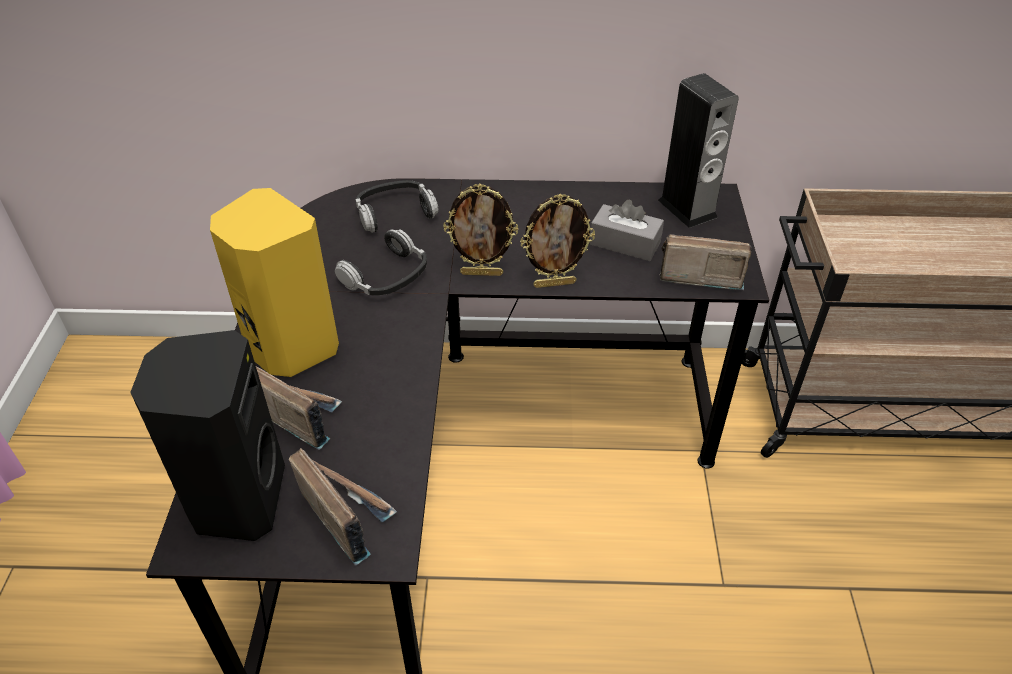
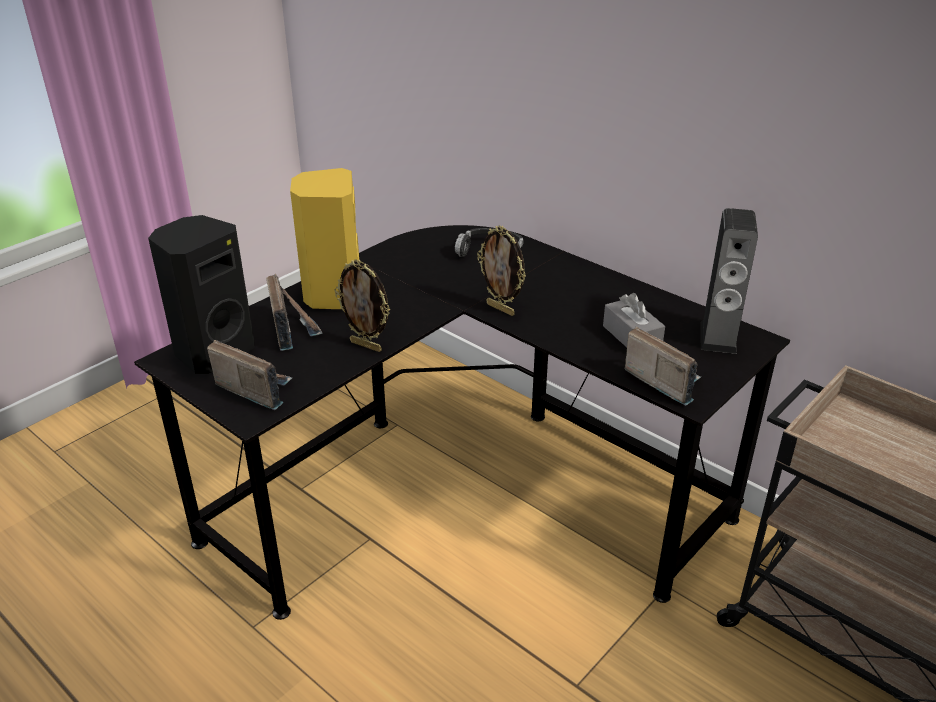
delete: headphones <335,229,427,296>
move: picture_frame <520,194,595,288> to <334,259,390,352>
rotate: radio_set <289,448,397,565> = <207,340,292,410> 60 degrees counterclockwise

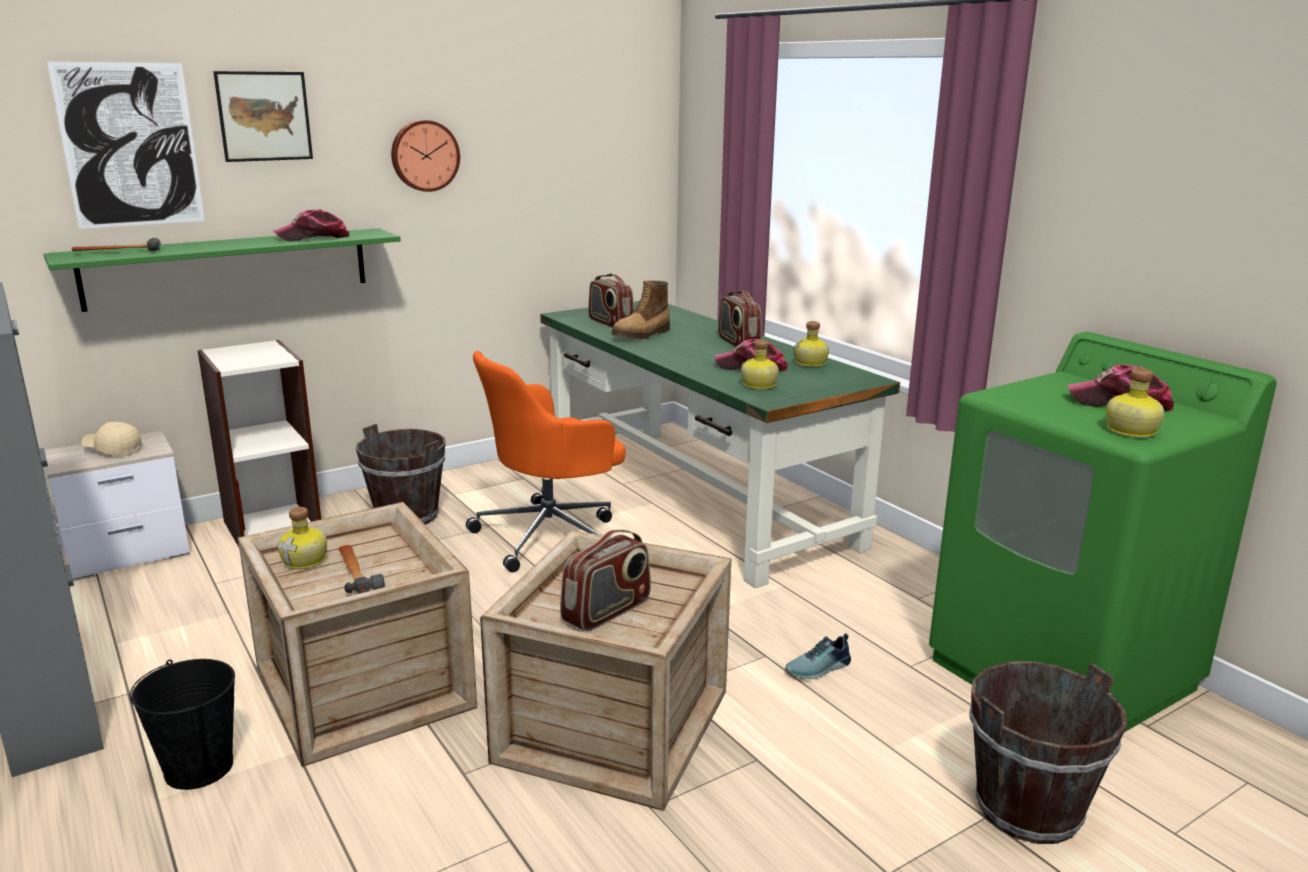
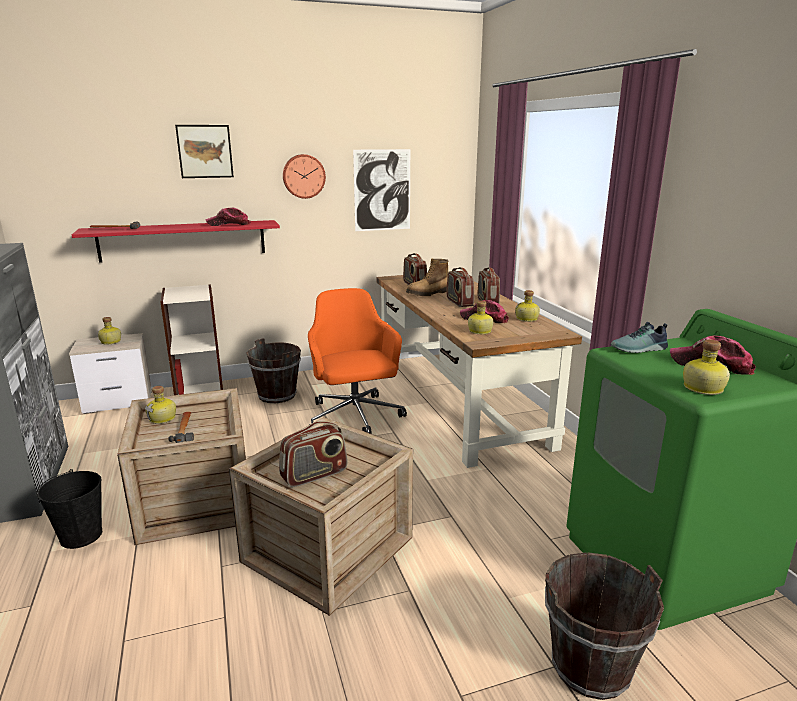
insert: radio_set <446,267,474,307>
move: wall_picture <47,62,205,229> to <353,149,410,231>; shoe <785,633,851,679> to <610,322,668,353>
replace: sand-coloured_cap <81,422,142,456> to beverage_bottle <98,317,121,344>
recolor: green_shelf <44,228,401,312> to red-coloured_shelf <72,220,280,263>; green_desk_unit <540,301,900,588> to brown_desk_unit <376,271,582,468>
rotate: orange_desk_chair <466,351,626,572> = <308,288,407,434> 90 degrees clockwise

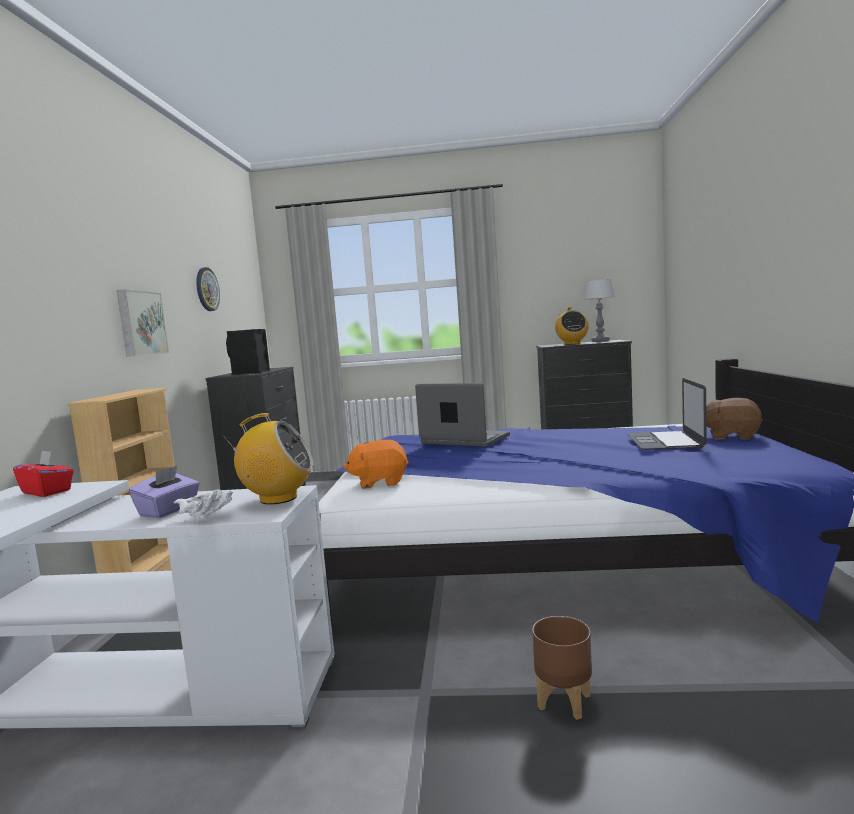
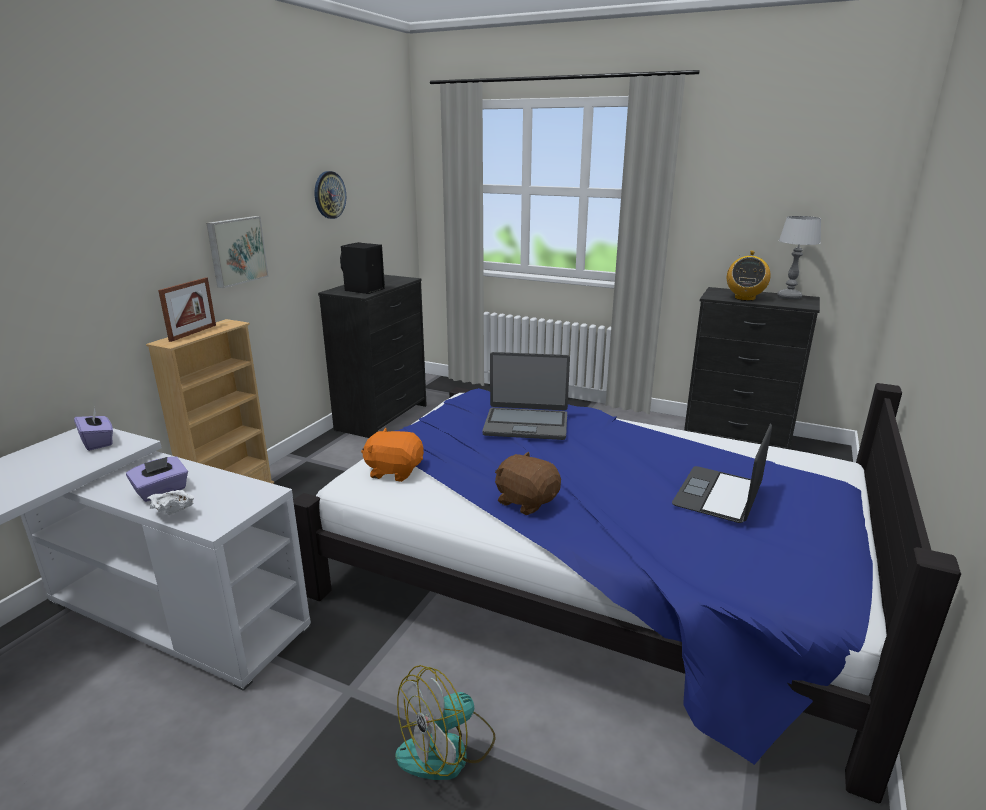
delete: radio_set <223,413,313,505>
insert: picture_frame <158,278,216,342>
move: brown_soft_toy <706,398,763,439> to <495,452,561,515>
replace: brown_plant_pot <532,616,592,720> to fan <395,665,495,780>
recolor: red-coloured_tissue_box <13,450,74,497> to purple_tissue_box <74,407,113,451>
rotate: laptop <415,383,510,447> = <482,352,570,440> 135 degrees clockwise

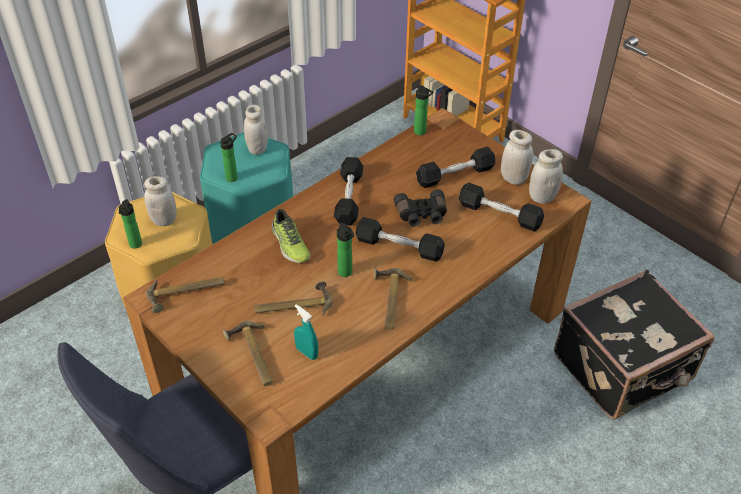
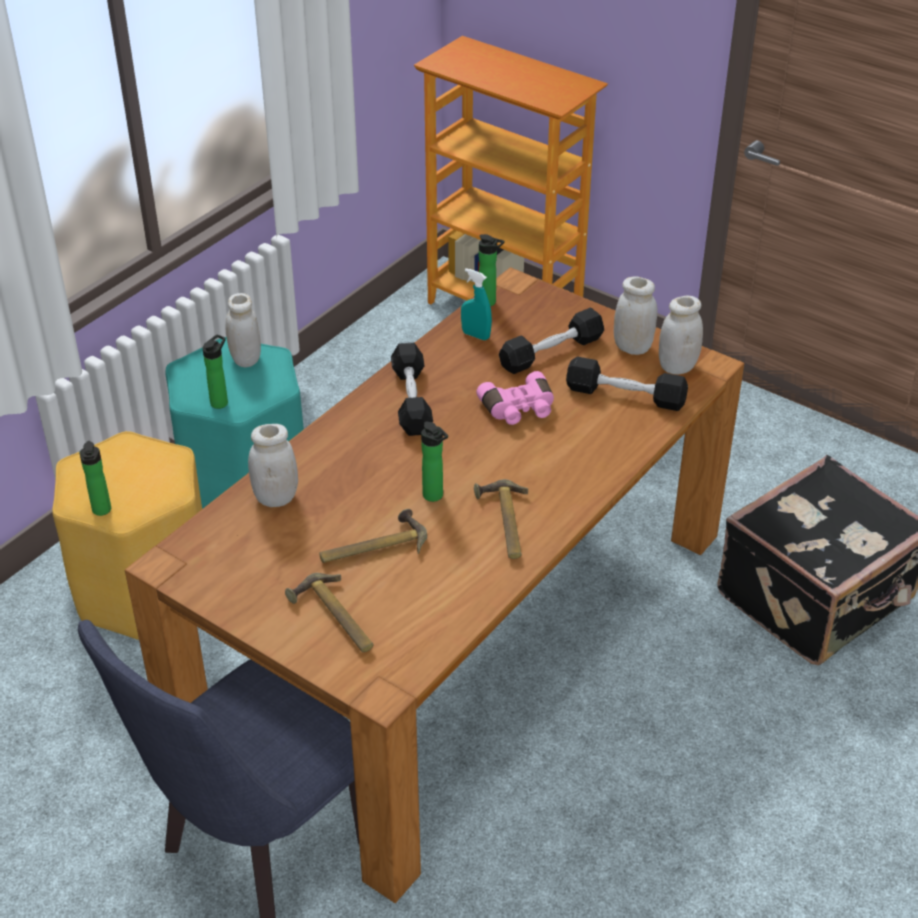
delete: hand_hammer <146,276,224,313>; shoe <272,209,311,263>; black-coloured_free_weight <356,217,445,261>
move: whitish_storage_jar <144,176,177,226> to <248,424,298,507>; turquoise_hand_sprayer <294,304,318,360> to <461,268,492,340>
recolor: black-coloured_pair_of_binoculars <394,189,447,227> to pink-coloured_pair_of_binoculars <476,371,554,425>

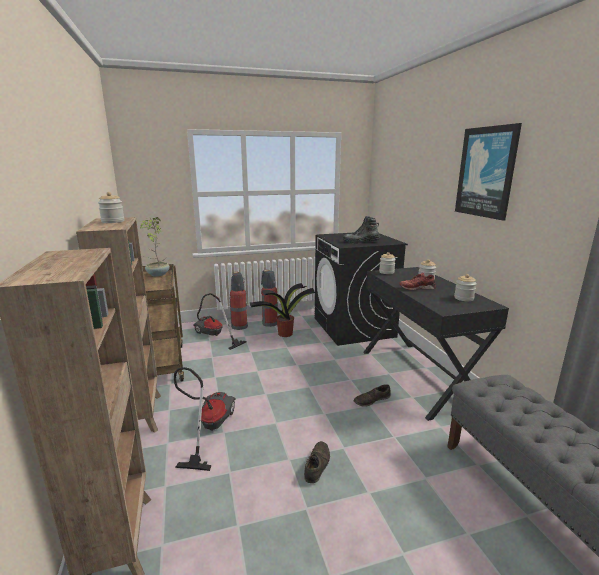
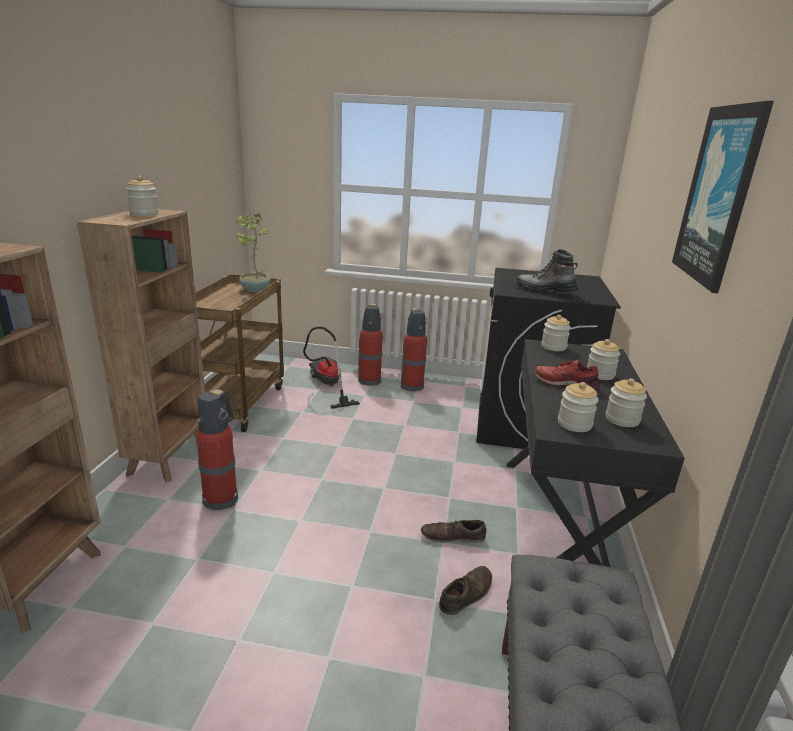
delete: plant_in_a_pot <250,283,316,337>
insert: storage_jar <558,382,598,432>
move: brown_shoe <304,441,330,483> to <439,566,492,615>
replace: hoover <174,367,236,471> to fire-fighting_cylinder <196,389,238,510>

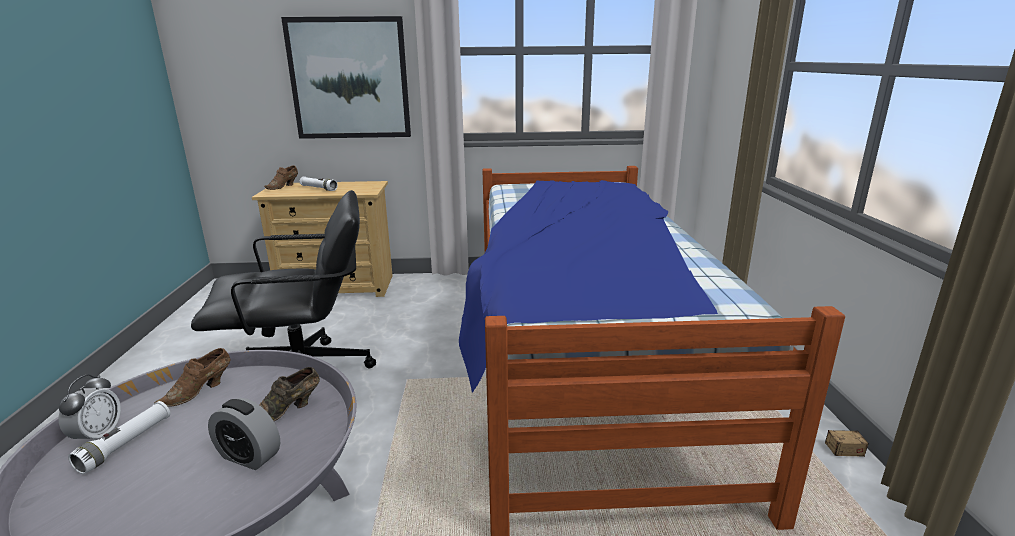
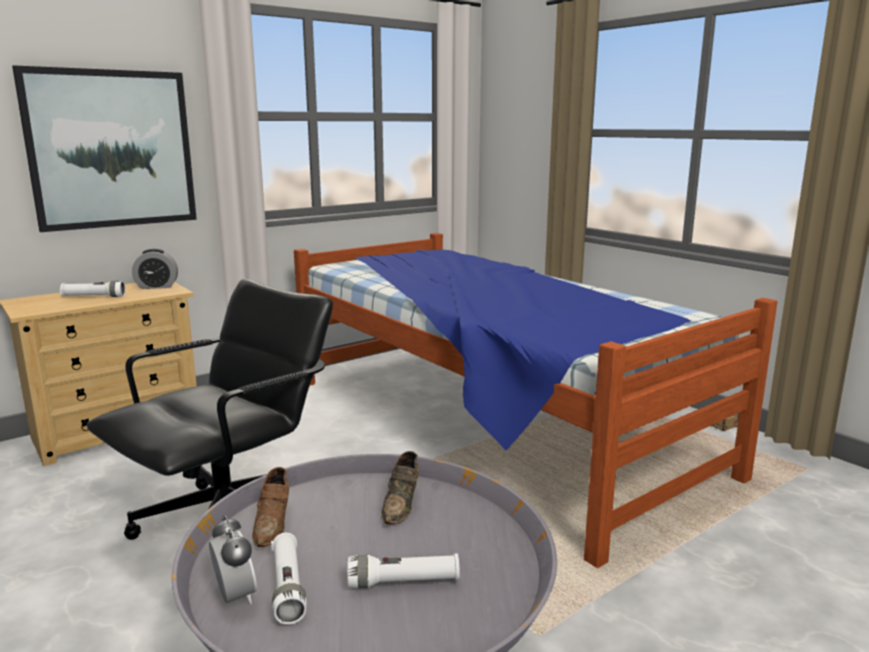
delete: brown_shoe <264,165,298,190>
insert: whitish_flashlight <348,553,460,588>
move: table_clock <208,398,280,470> to <132,249,178,289>

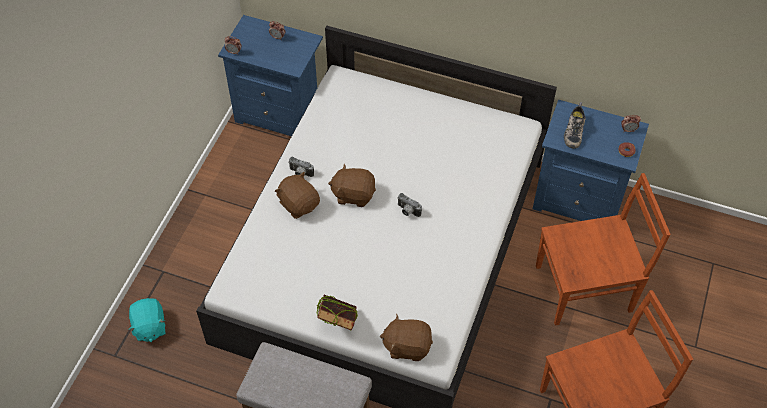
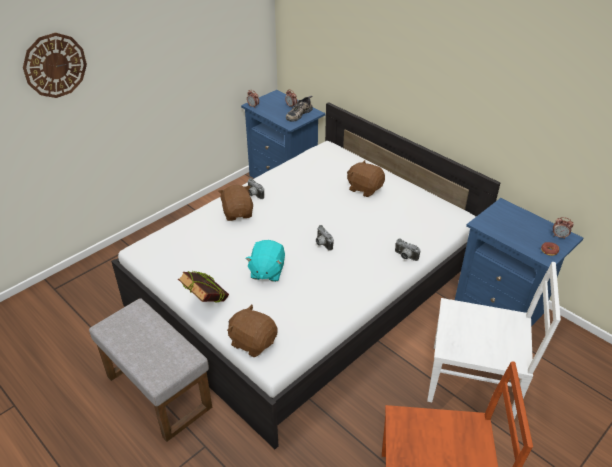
insert: clock_on_the_wall <23,33,87,98>; still_camera <395,238,420,261>
move: turquoise_soft_toy <128,298,165,342> to <245,240,285,282>; shoe <564,102,586,149> to <286,96,313,122>; brown_soft_toy <328,164,376,207> to <347,160,385,197>
recolor: brown_upright_chair <536,173,670,325> to whitish_upright_chair <427,262,561,419>

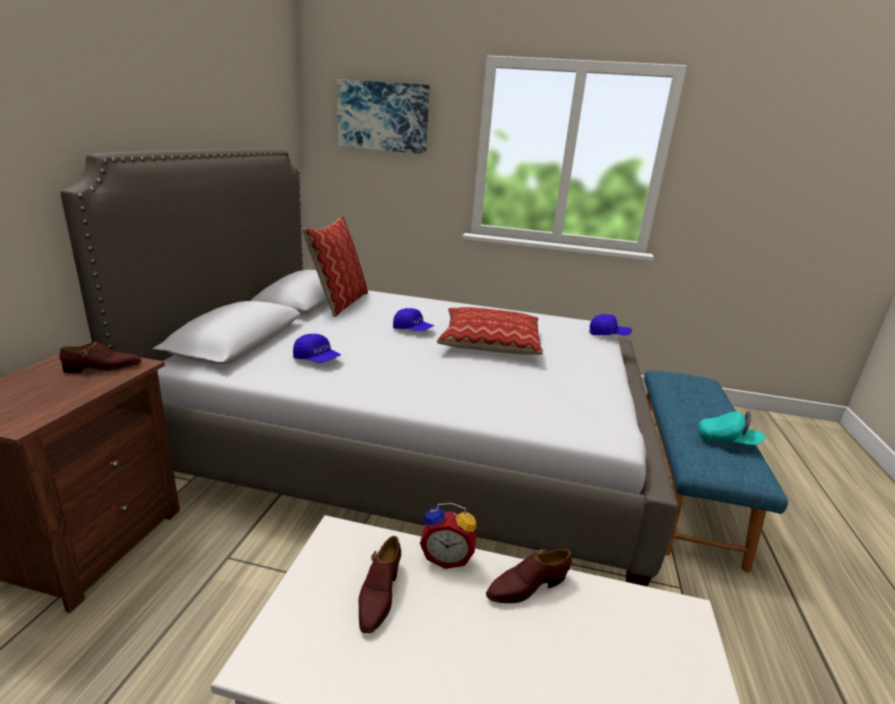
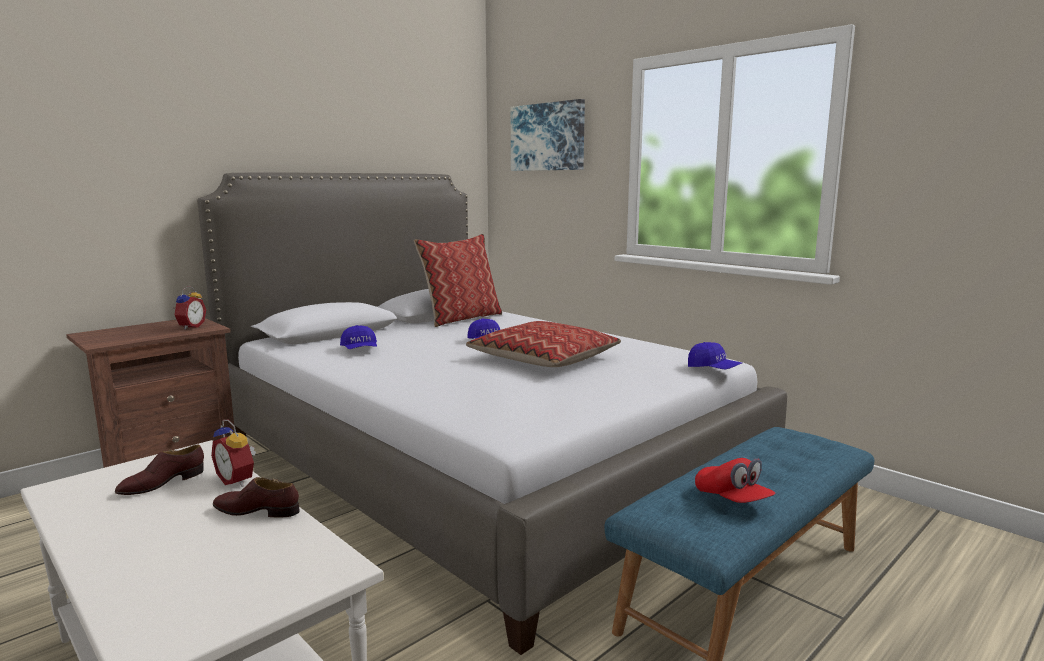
replace: brown_shoe <59,341,141,373> to table_clock <174,286,206,330>
recolor: turquoise_cap <698,411,765,445> to red-coloured_cap <695,458,775,503>

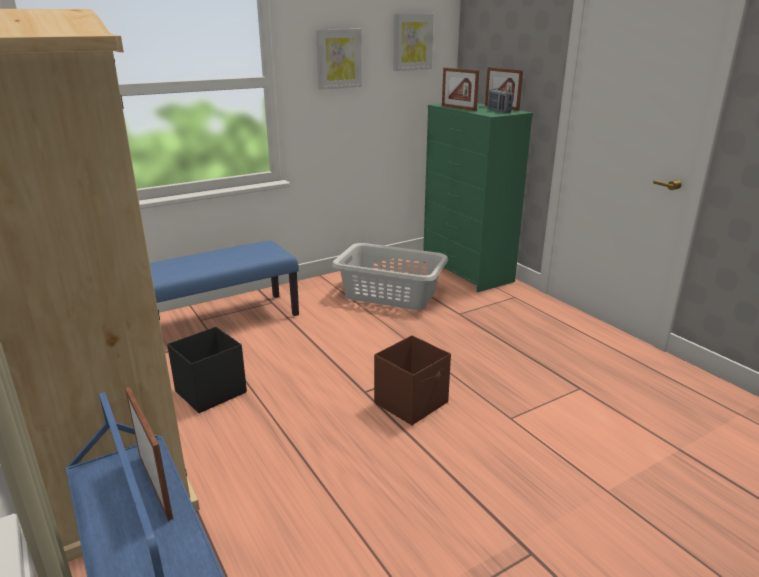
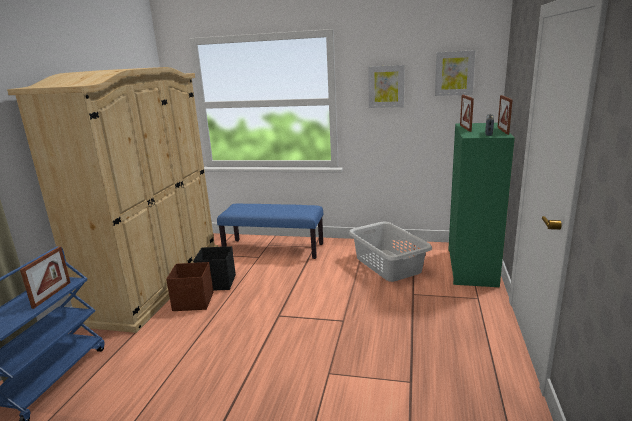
move: brown_storage_box <374,335,451,425> to <166,262,213,311>

